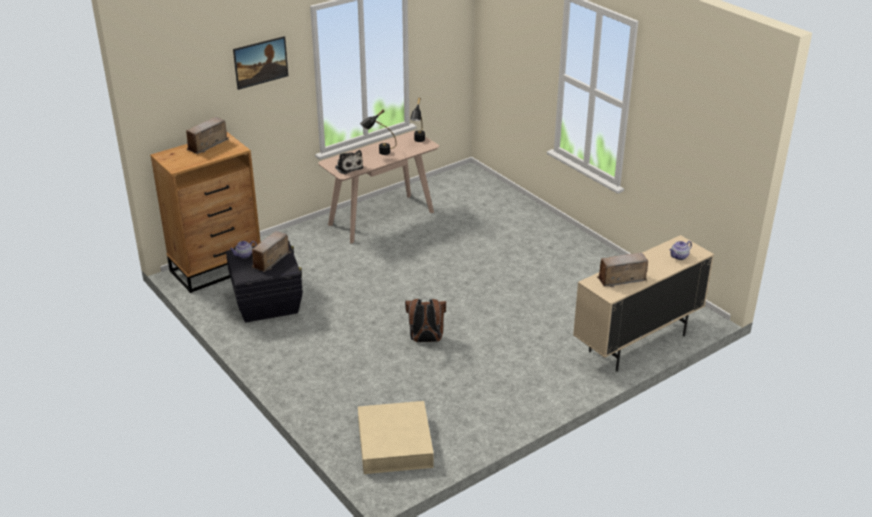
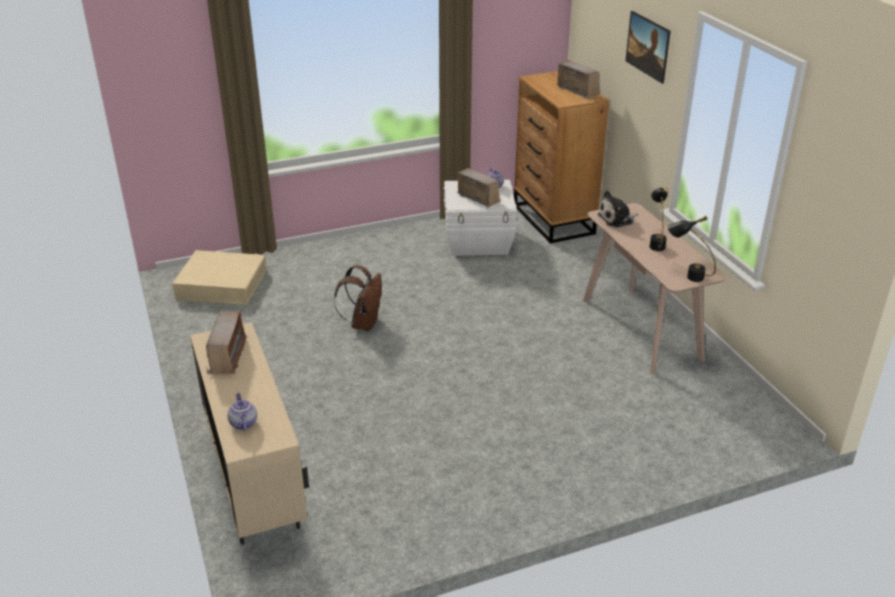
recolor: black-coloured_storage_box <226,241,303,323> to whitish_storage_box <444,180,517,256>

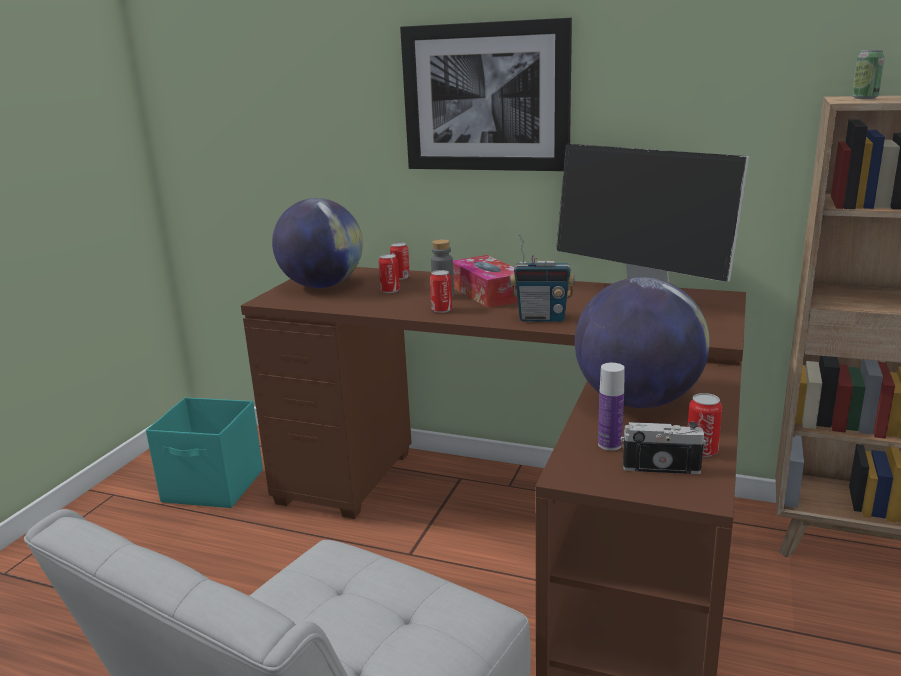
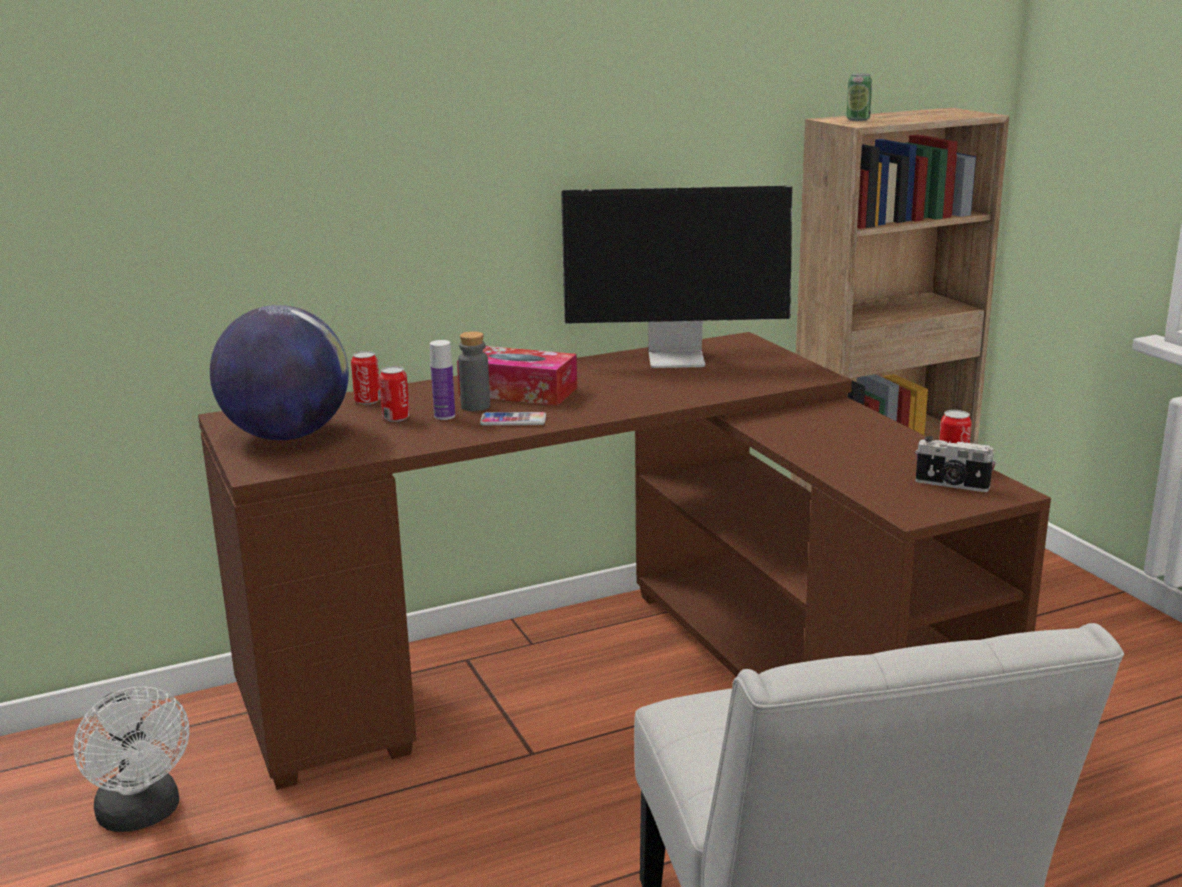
delete: wall_picture <400,18,572,171>; radio_set <510,234,575,322>; world_globe <575,277,710,408>
move: beverage_bottle <598,363,625,451> to <430,340,455,420>
replace: turquoise_storage_box <146,397,263,508> to whitish_fan <74,686,189,832>; metal_can <430,270,452,313> to telephone <480,412,546,425>
rotate: still_camera <621,422,706,474> = <915,436,996,492> 120 degrees counterclockwise

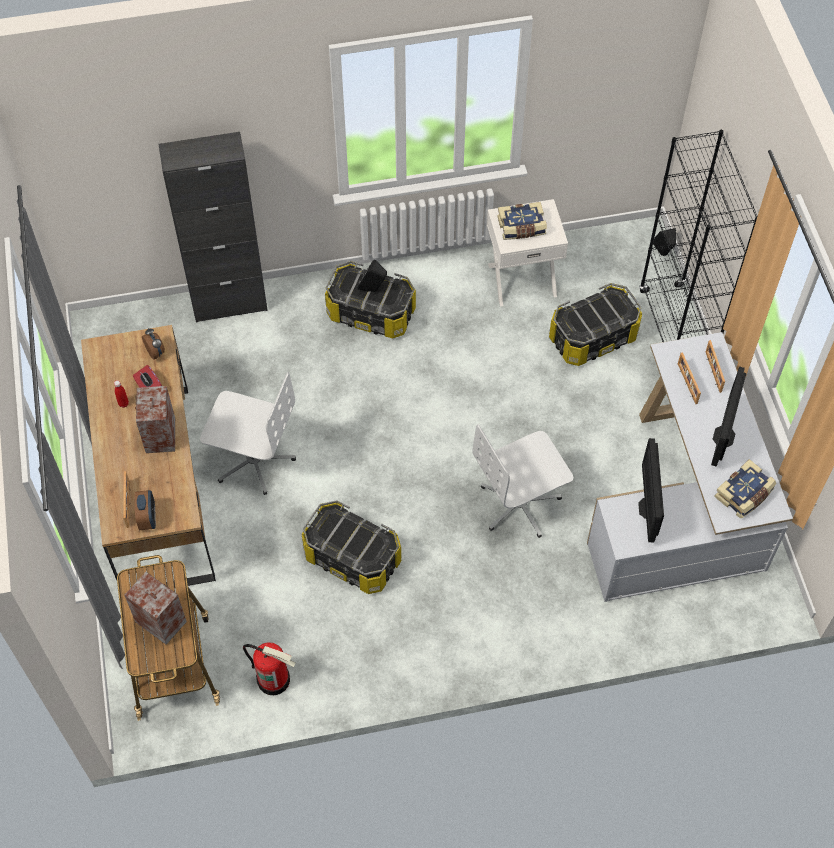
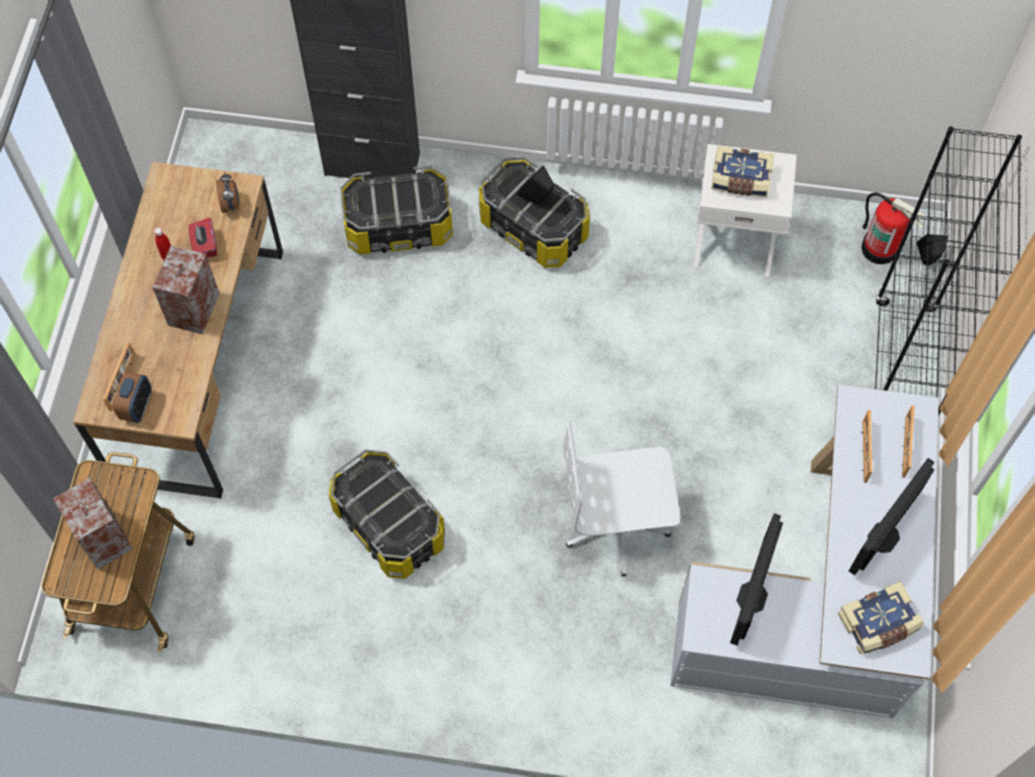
delete: whitish_desk_chair <200,372,296,495>
move: storage_box <549,283,642,366> to <340,166,453,255>; fire-fighting_cylinder <243,643,296,695> to <861,192,925,264>

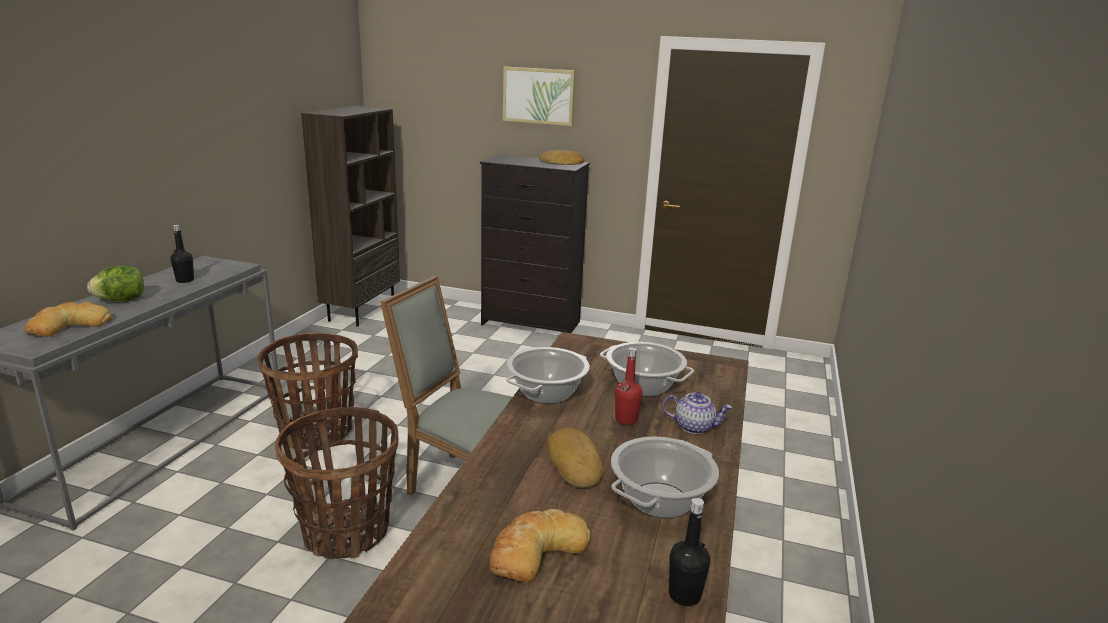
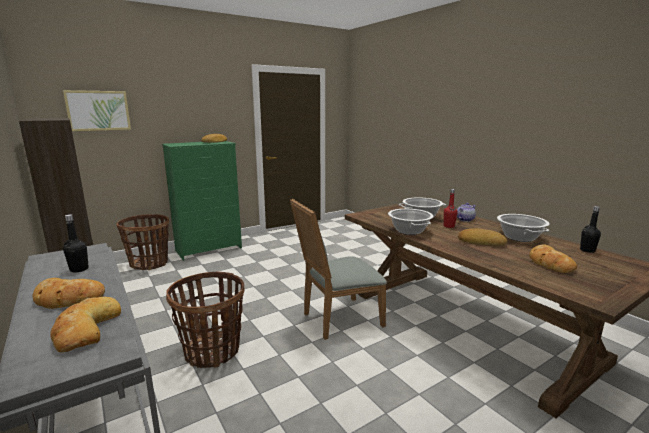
move: wall_picture <503,66,575,126> to <63,90,131,131>; basket <275,407,399,559> to <117,214,169,270>
replace: lettuce <87,265,144,301> to bread <33,278,105,309>
recolor: black-coloured_dresser <480,154,590,333> to green_dresser <162,141,242,261>

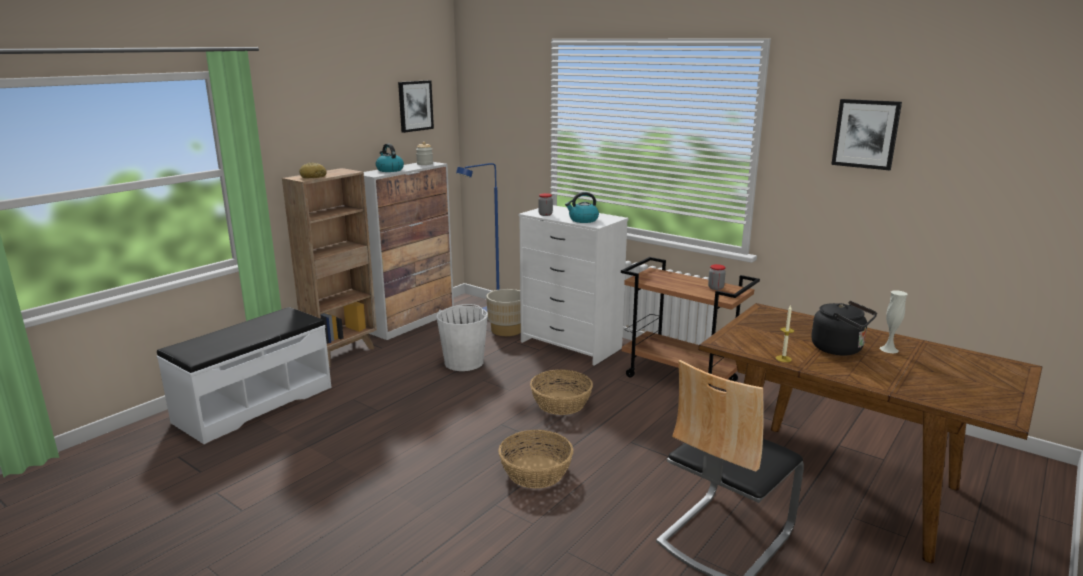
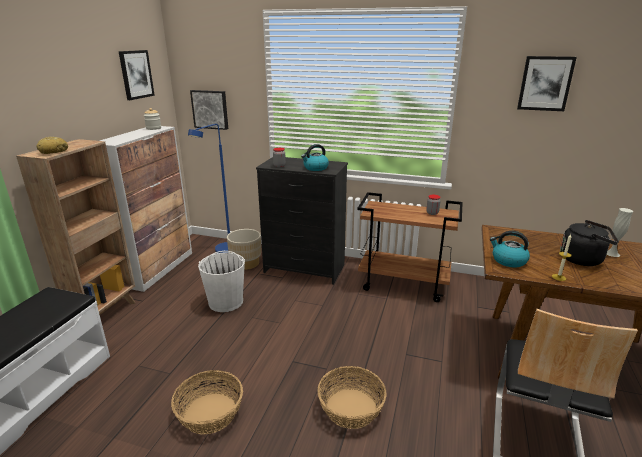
insert: wall_picture <190,90,228,130>
move: basket <530,369,593,415> to <171,370,243,434>; kettle <376,144,404,172> to <490,231,530,267>
recolor: whitish_dresser <519,205,628,366> to black-coloured_dresser <256,157,348,285>

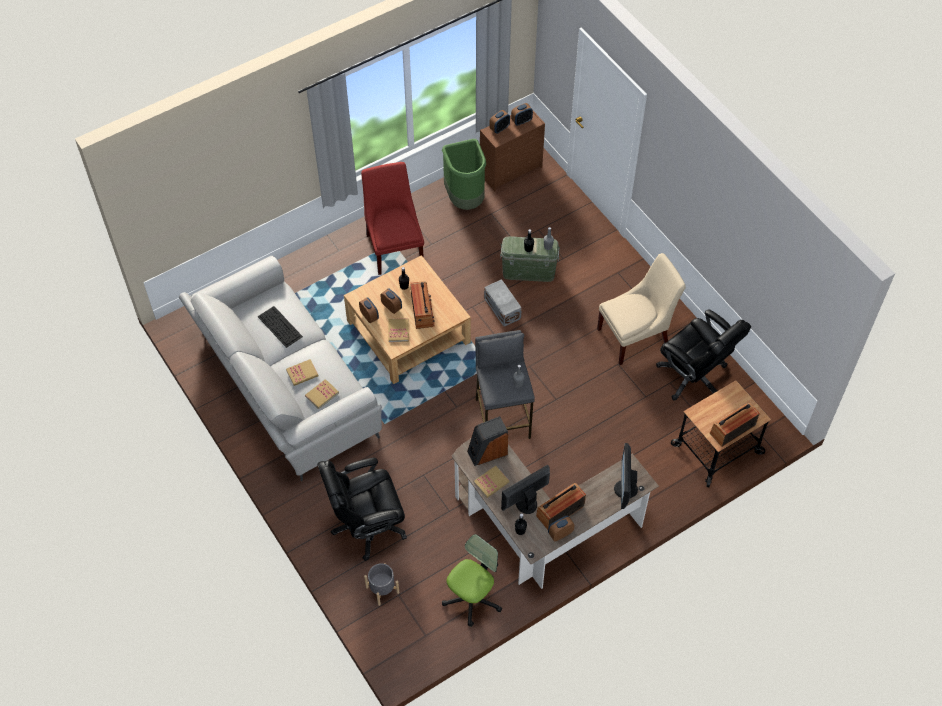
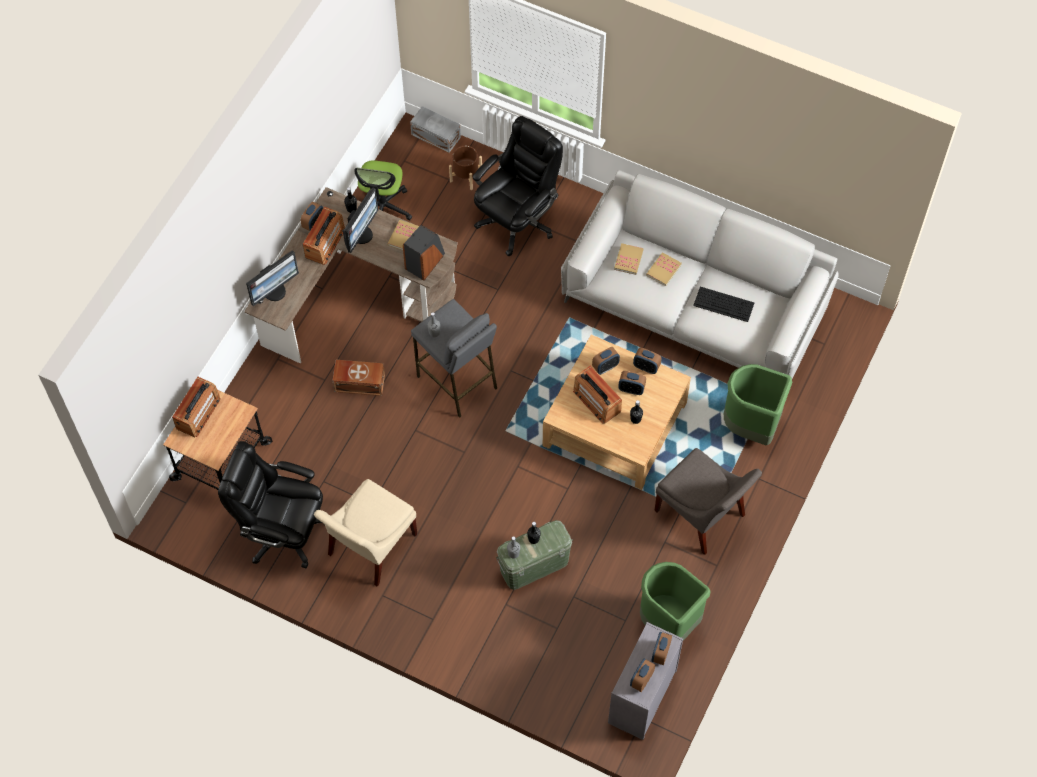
insert: brown_storage_box <332,360,385,396>; green_trash_can <724,364,792,445>
move: grey_storage_box <484,279,522,327> to <410,106,461,153>
replace: bound_book <388,318,409,342> to table_clock <592,347,620,375>
recolor: grey_plant_pot <364,563,399,606> to brown_plant_pot <449,146,482,190>; brown_dresser <480,111,545,191> to grey_dresser <608,622,683,740>; red-coloured_upright_chair <361,162,424,275> to grey_upright_chair <654,448,762,555>
rotate: monitor <614,443,638,509> = <246,250,299,306> 75 degrees clockwise

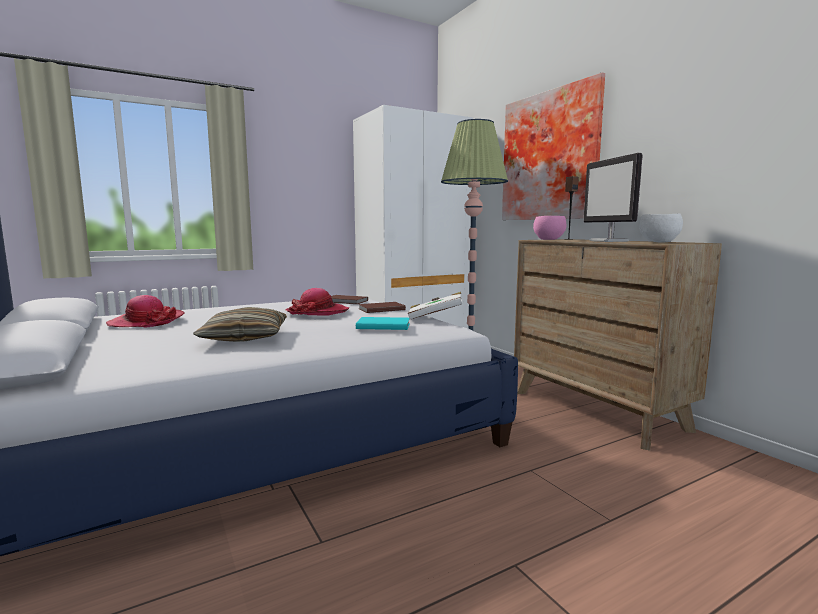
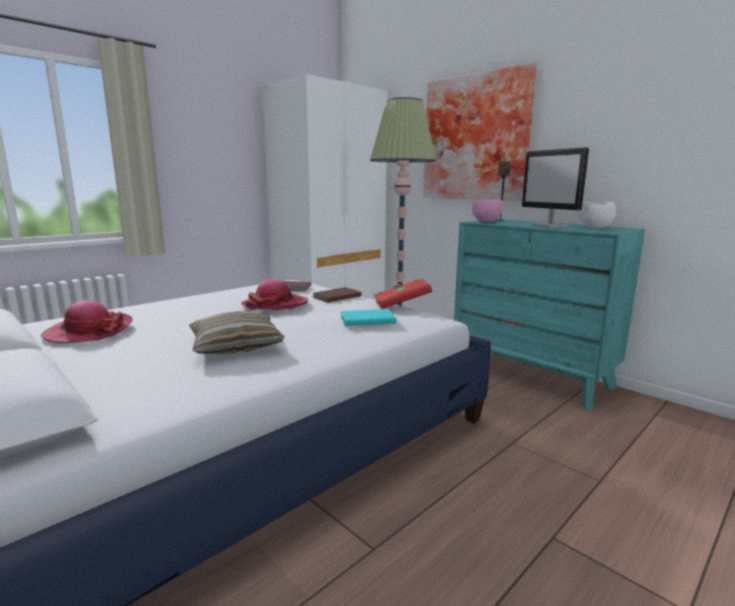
recolor: whitish_bound_book <408,292,463,319> to red-coloured_bound_book <373,278,432,309>; brown_dresser <514,239,722,451> to turquoise_dresser <454,219,645,410>

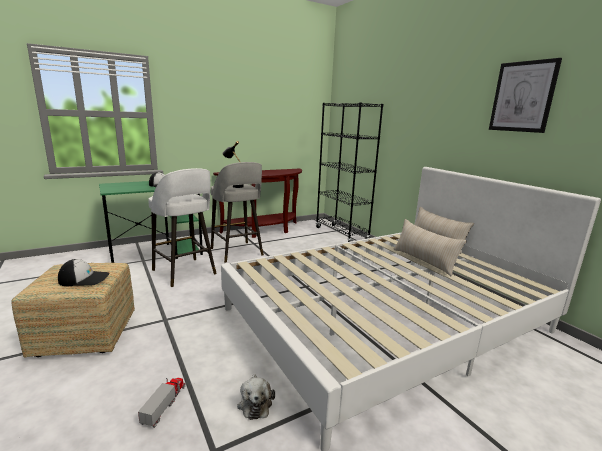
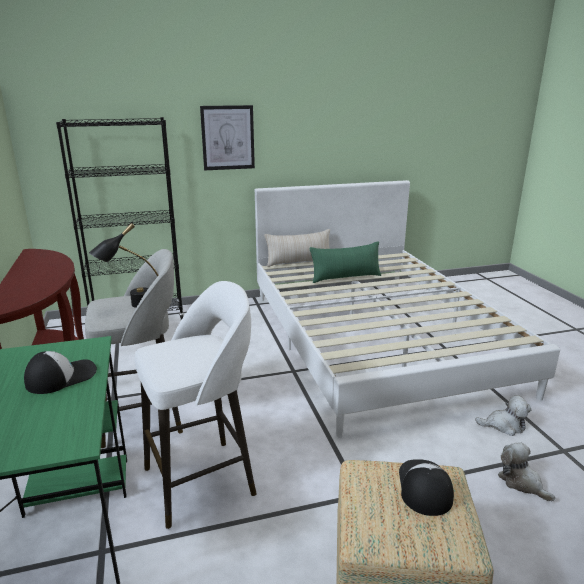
move: wall_picture <489,58,562,133> to <200,105,255,170>
replace: toy_truck <138,378,186,428> to soft_toy <498,442,555,501>
recolor: sand-coloured_cushion <393,219,467,277> to green_cushion <310,241,381,283>

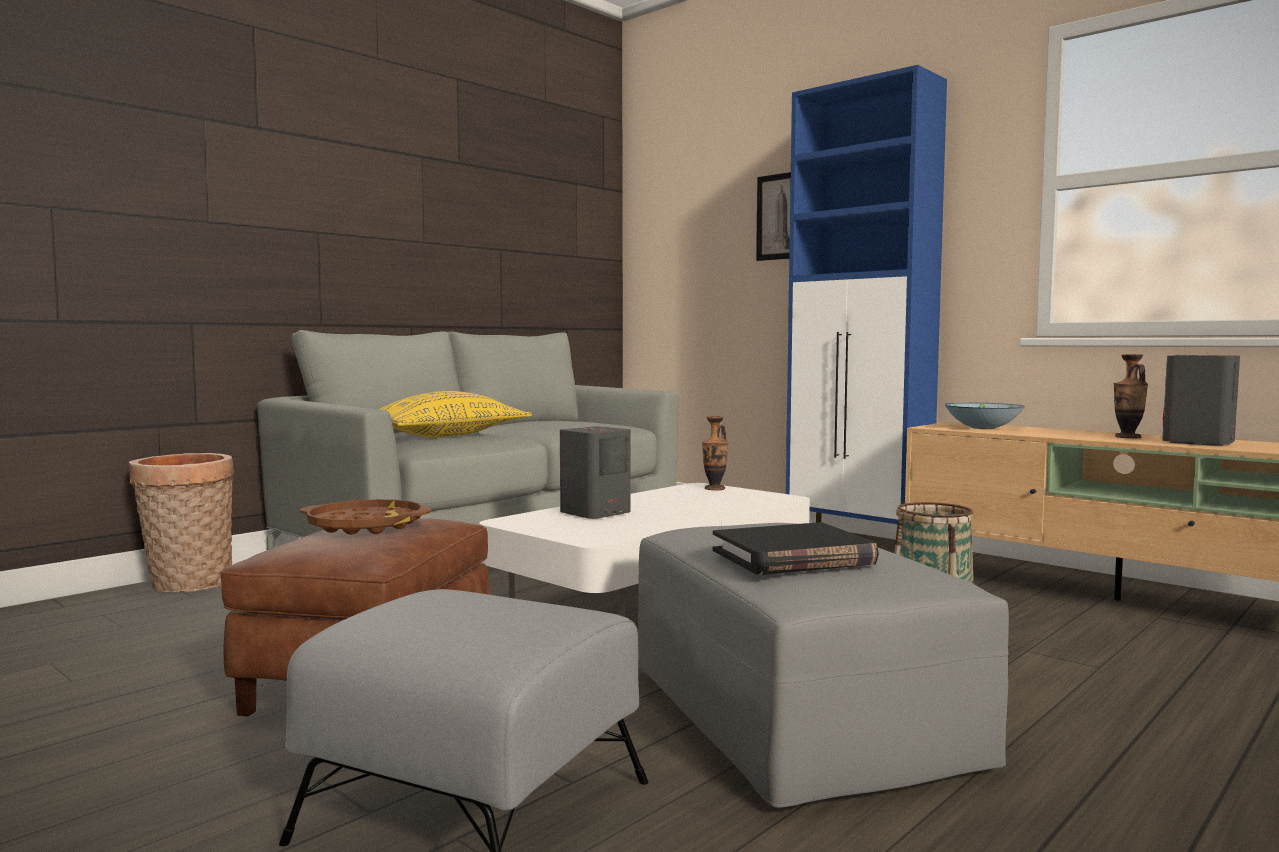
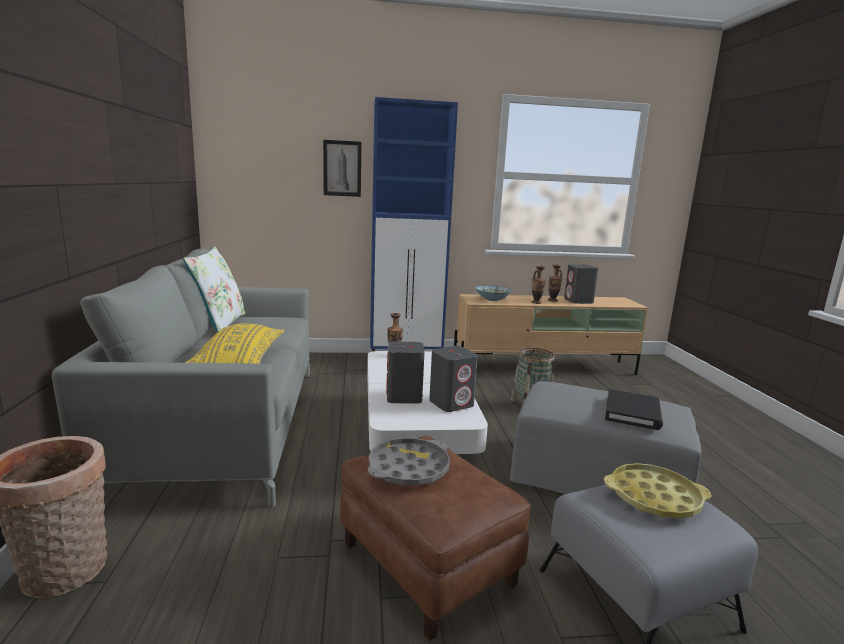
insert: whitish_cushion <183,246,245,332>; grey_speaker <429,346,478,412>; flower_vase <531,266,546,304>; yellow_carrying_tray <604,463,712,519>
recolor: brown_carrying_tray <300,499,432,535> to grey_carrying_tray <368,438,450,486>

